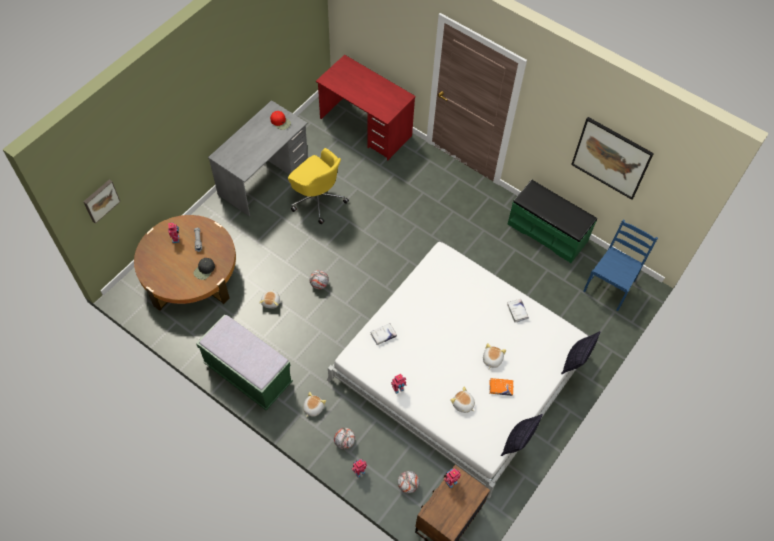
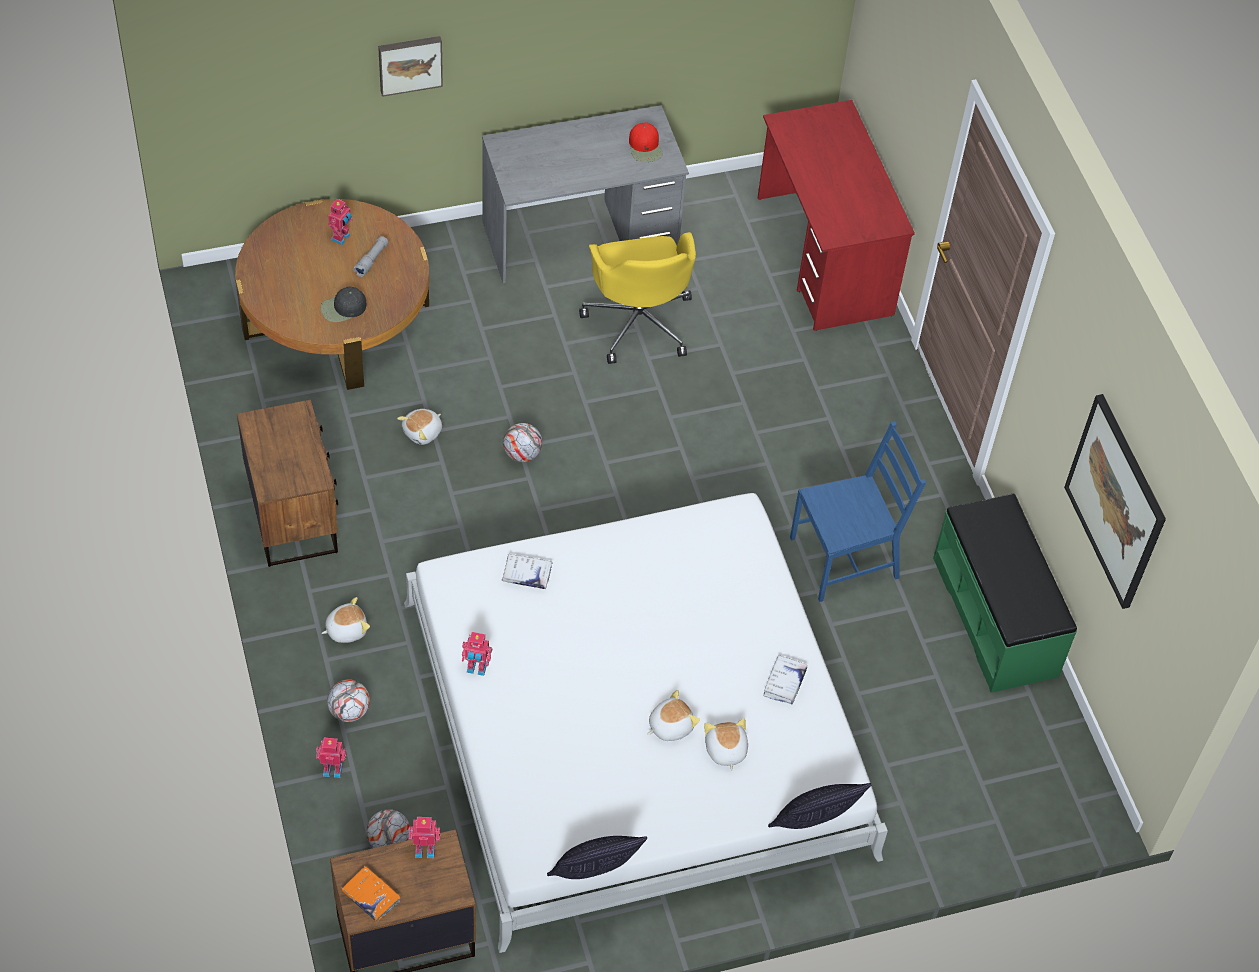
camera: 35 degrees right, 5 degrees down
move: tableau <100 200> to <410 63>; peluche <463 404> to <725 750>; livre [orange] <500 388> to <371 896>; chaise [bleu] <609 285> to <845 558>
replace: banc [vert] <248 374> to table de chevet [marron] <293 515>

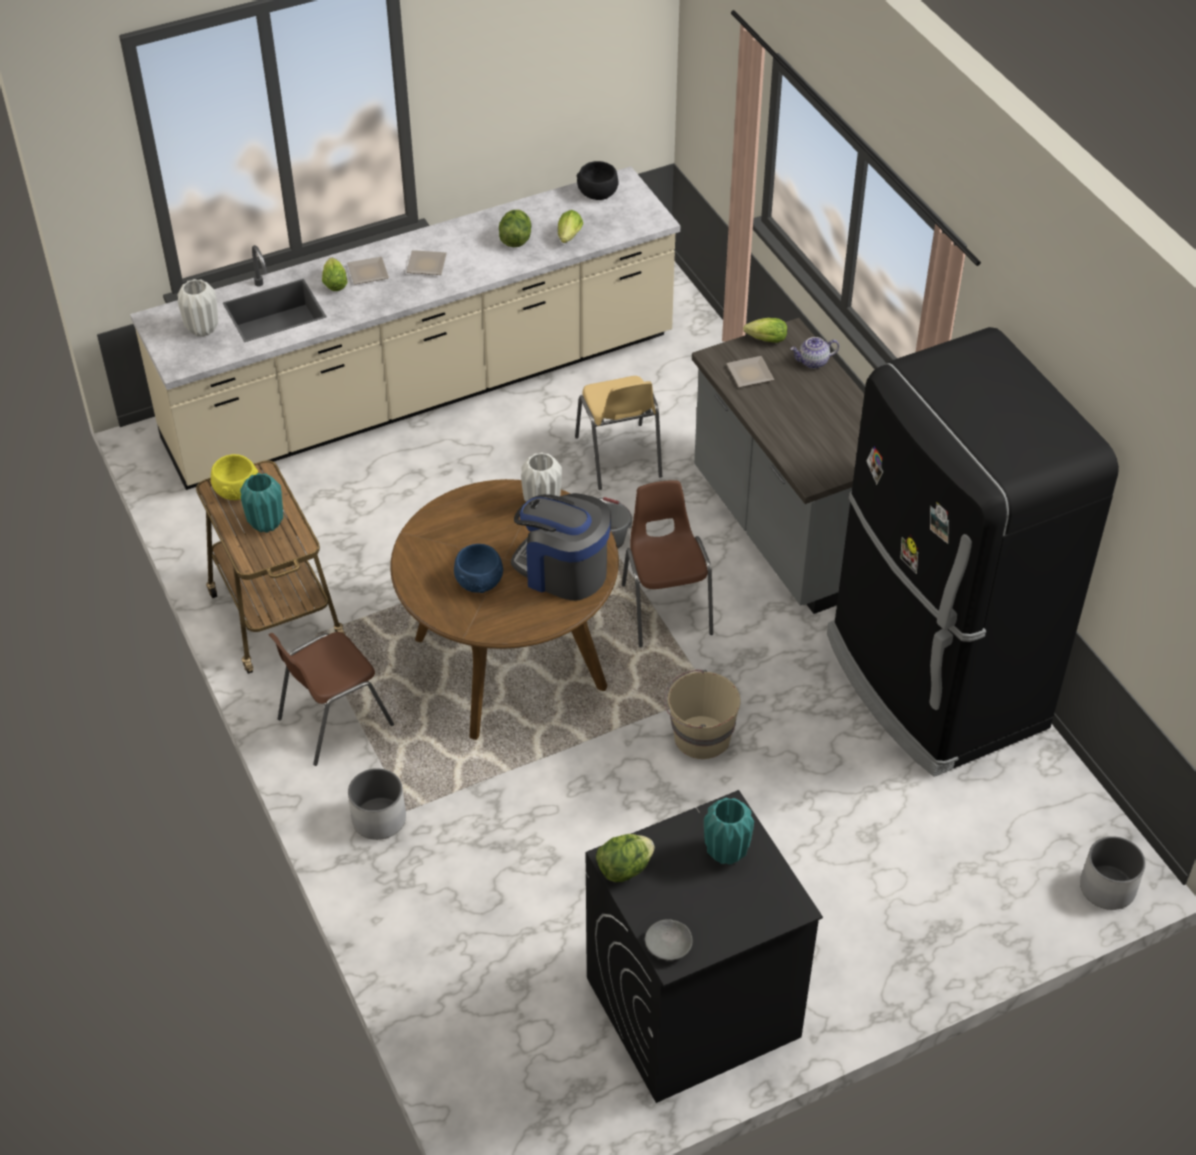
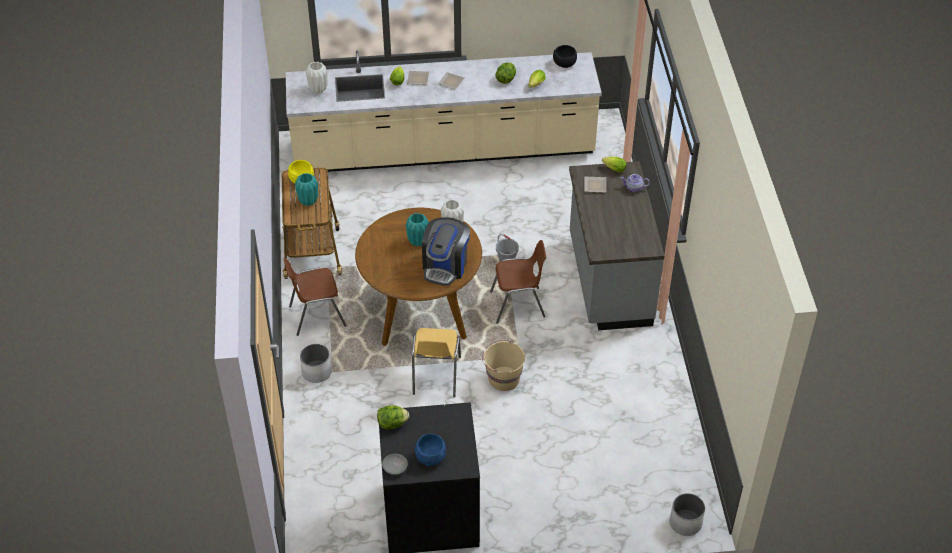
camera: 20 degrees right, 0 degrees up
delete: réfrigérateur [noir] <933 684>
move: bol [bleu] <479 581> to <431 456>; chaise [jaune] <619 457> to <435 376>; vase [turquoise] <727 852> to <418 241>
rotate: machine à café <562 570> = <445 266> 120 degrees counterclockwise; chaise [marron] <666 609> = <518 305> 75 degrees clockwise

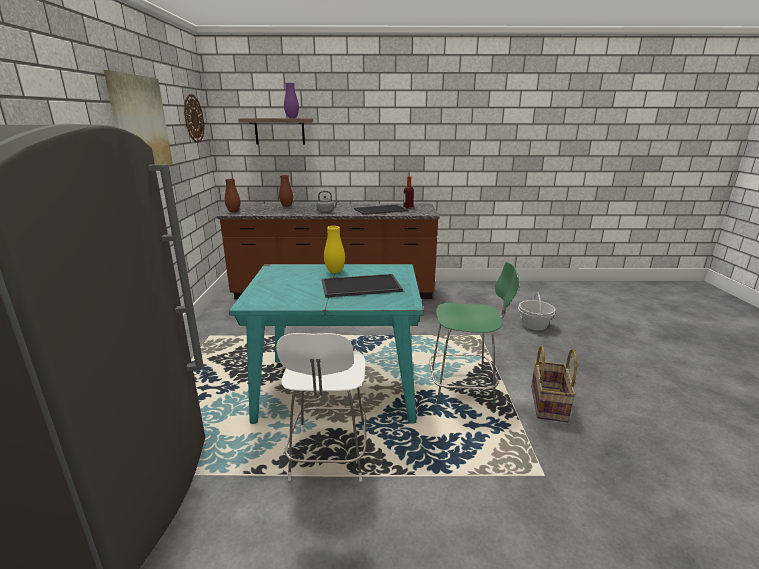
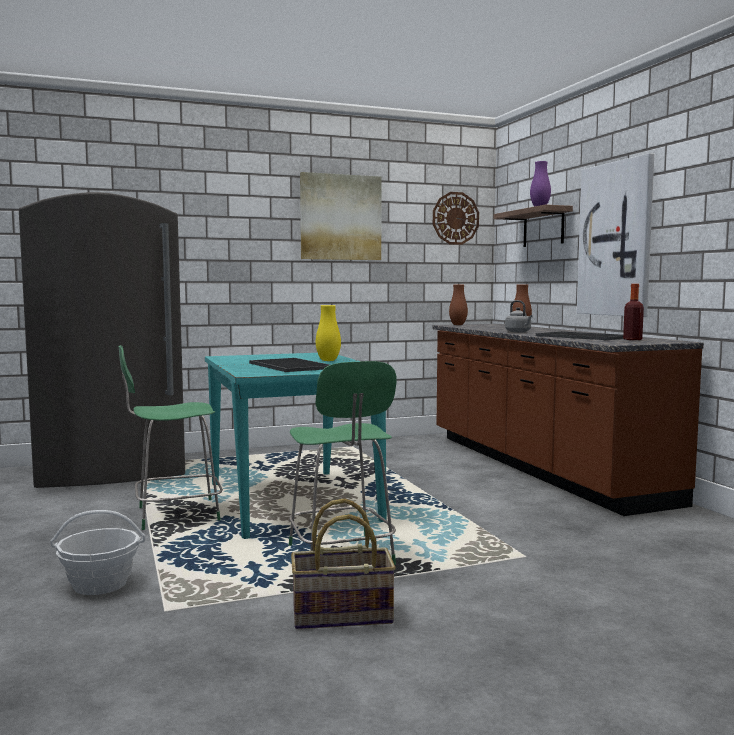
camera: 70 degrees right, 15 degrees down
insert: tableau <616 239>
move: panier <534 325> to <100 584>
recolor: chaise [blanc] <328 456> to chaise [vert] <174 514>

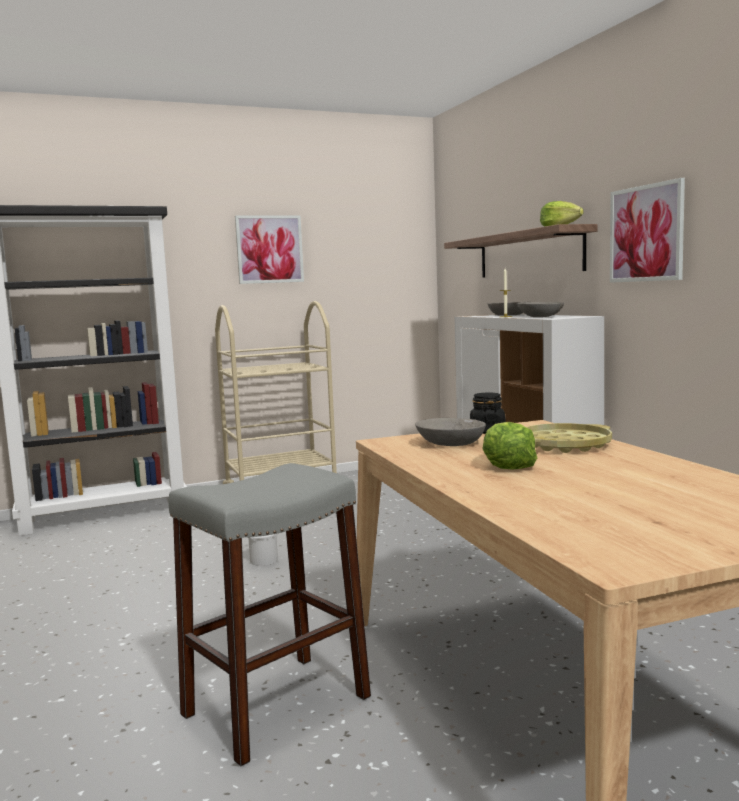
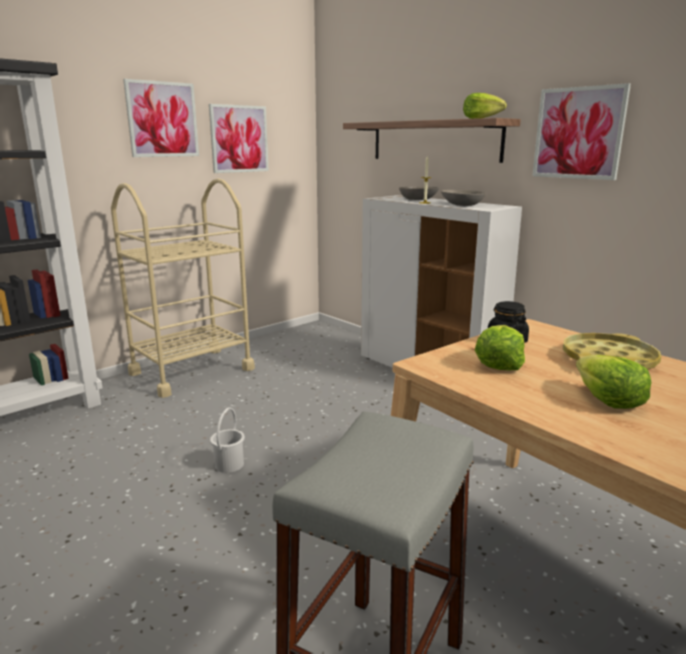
camera: 20 degrees left, 10 degrees up
insert: tableau <239 139>
replace: bol [gris] <450 443> to laitue <498 364>

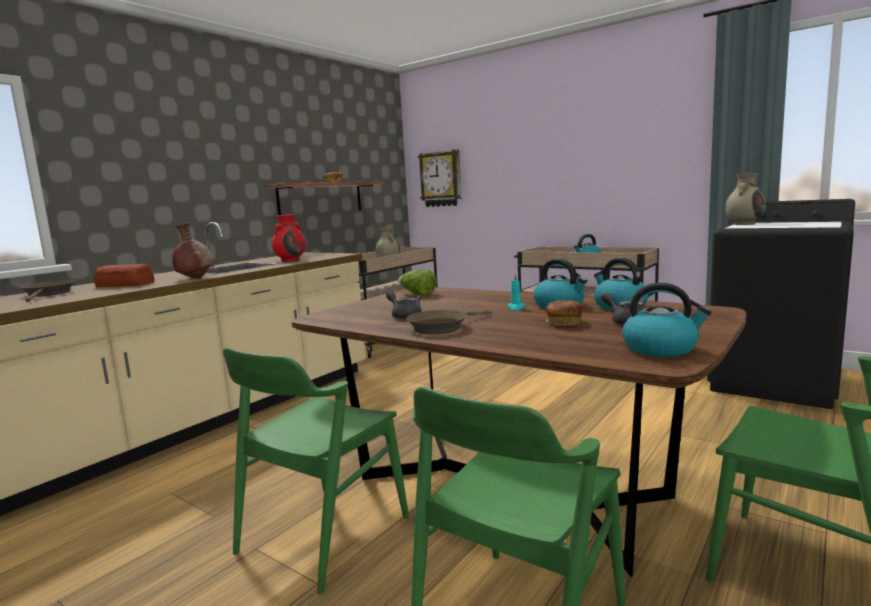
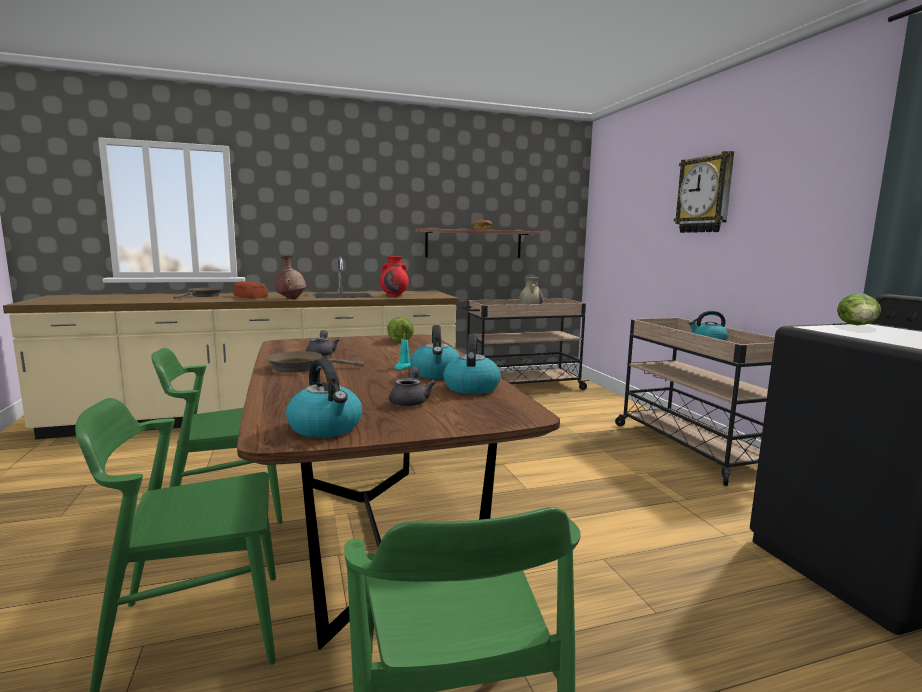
camera: 35 degrees right, 0 degrees up
delete: pain <563 323>
move: horloge murale <441 179> to <705 194>
replace: vase [beige] <744 224> to laitue <858 326>

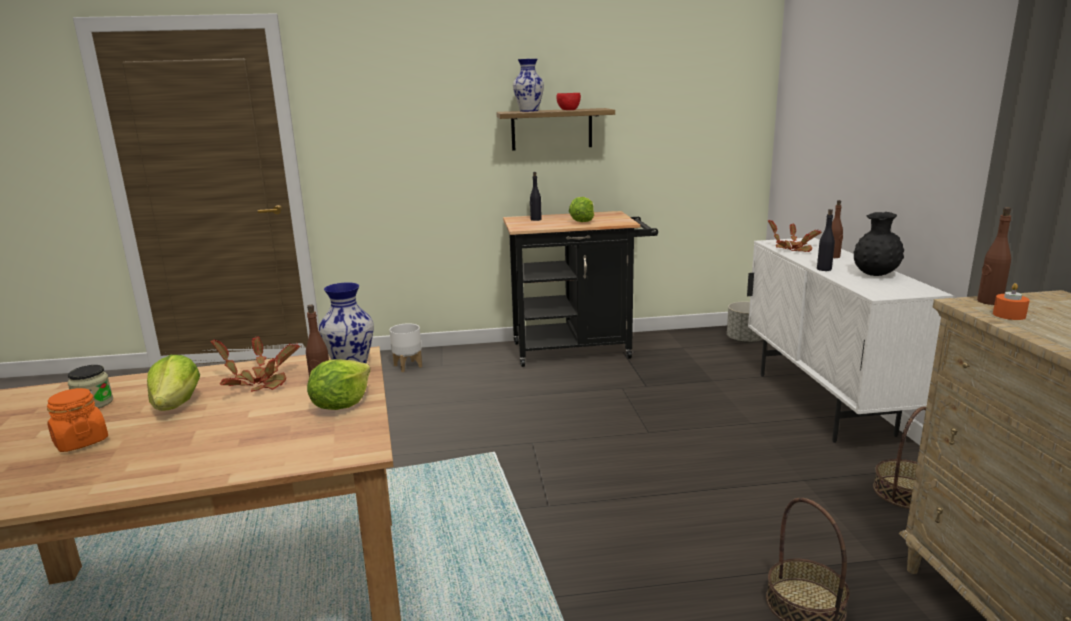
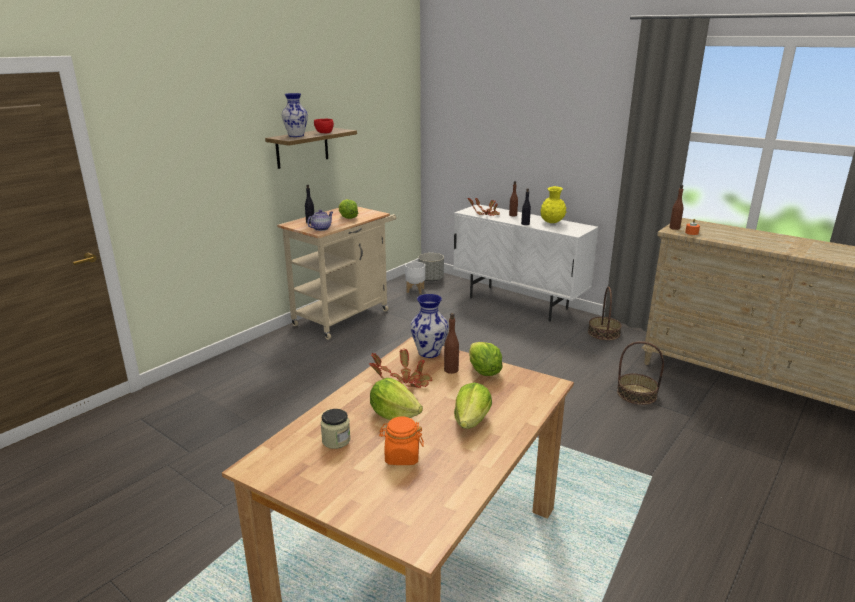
camera: 45 degrees left, 5 degrees up
insert: théière <321 228>; laitue <471 421>
move: cache-pot [blanc] <408 366> to <415 290>
recolor: chariot [noir] <579 349> to chariot [beige] <345 315>; vase [noir] <875 275> to vase [jaune] <552 222>

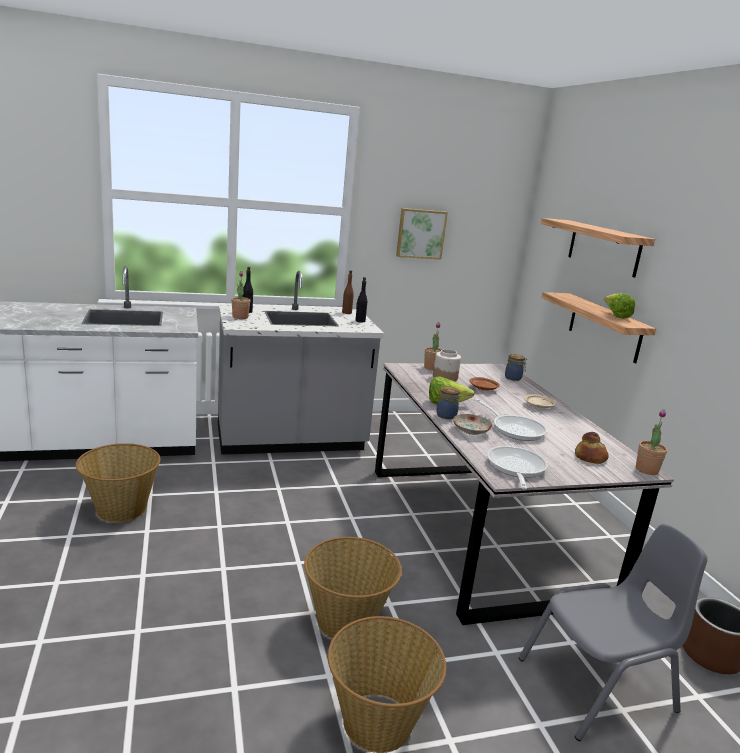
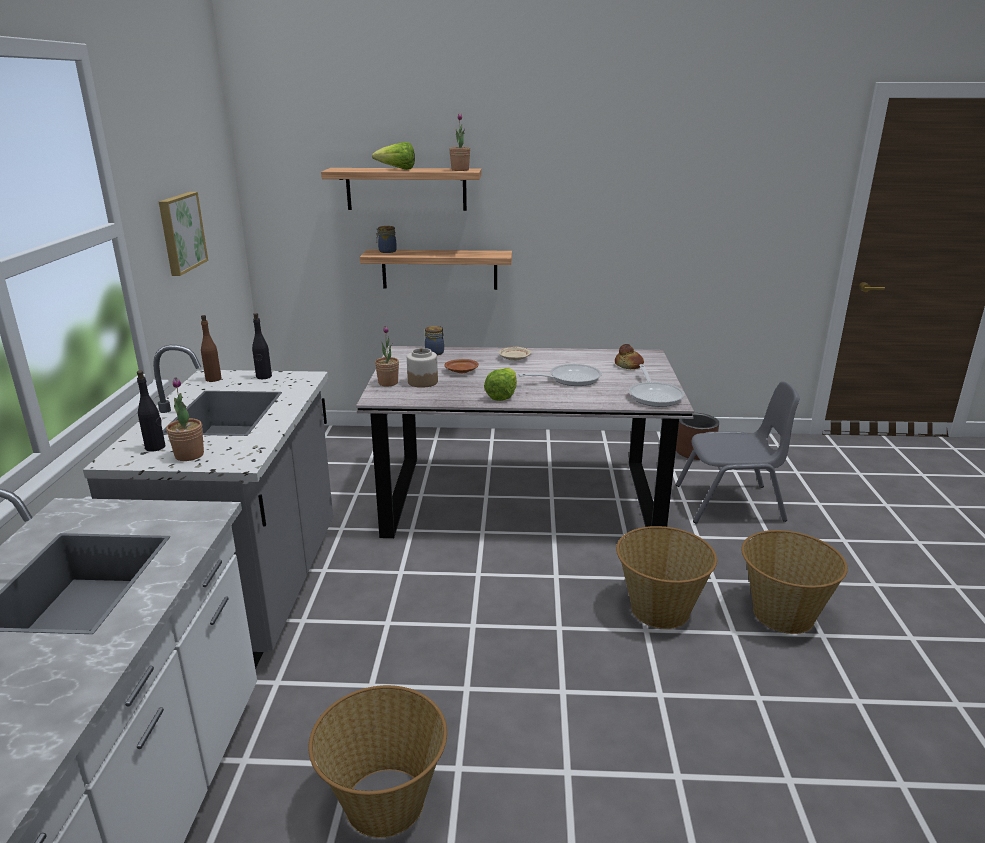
camera: 70 degrees left, 5 degrees up
delete: assiette <470 431>
move: bocal <446 415> to <386 251>; laitue <615 316> to <397 169>; plante en pot <646 470> to <460 170>
rotate: poêle <515 469> = <655 396> 120 degrees counterclockwise; chaise [gris] <598 686> = <730 503> 90 degrees clockwise

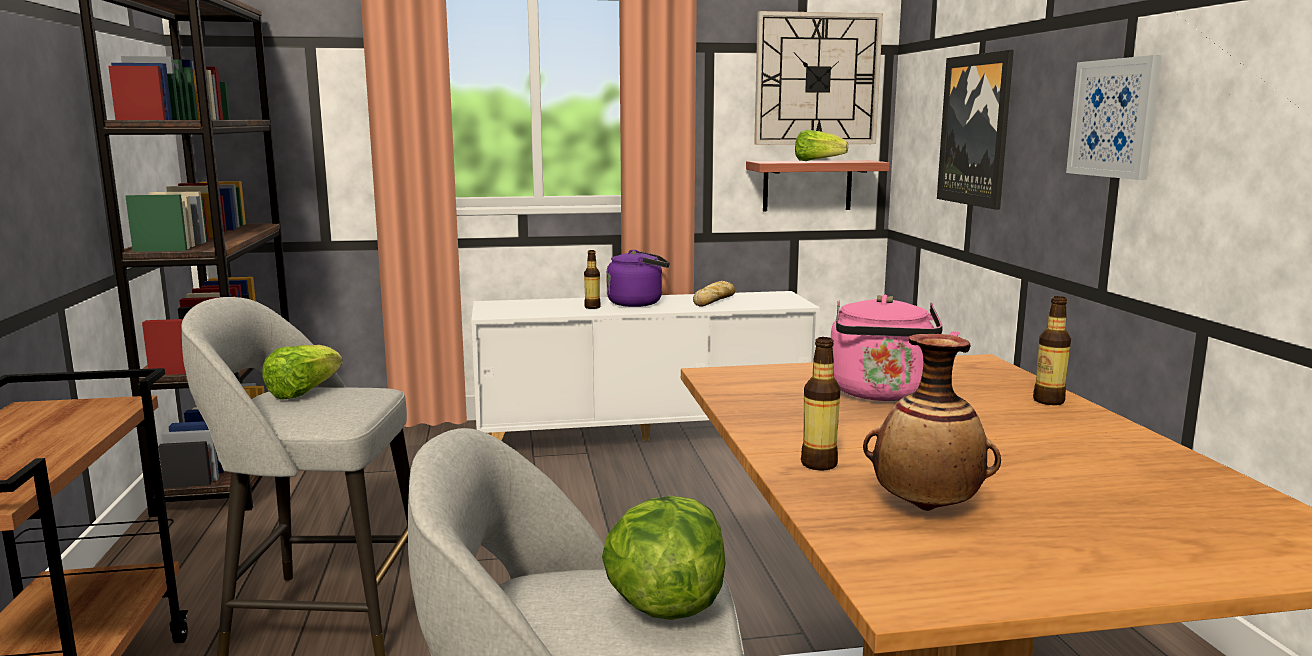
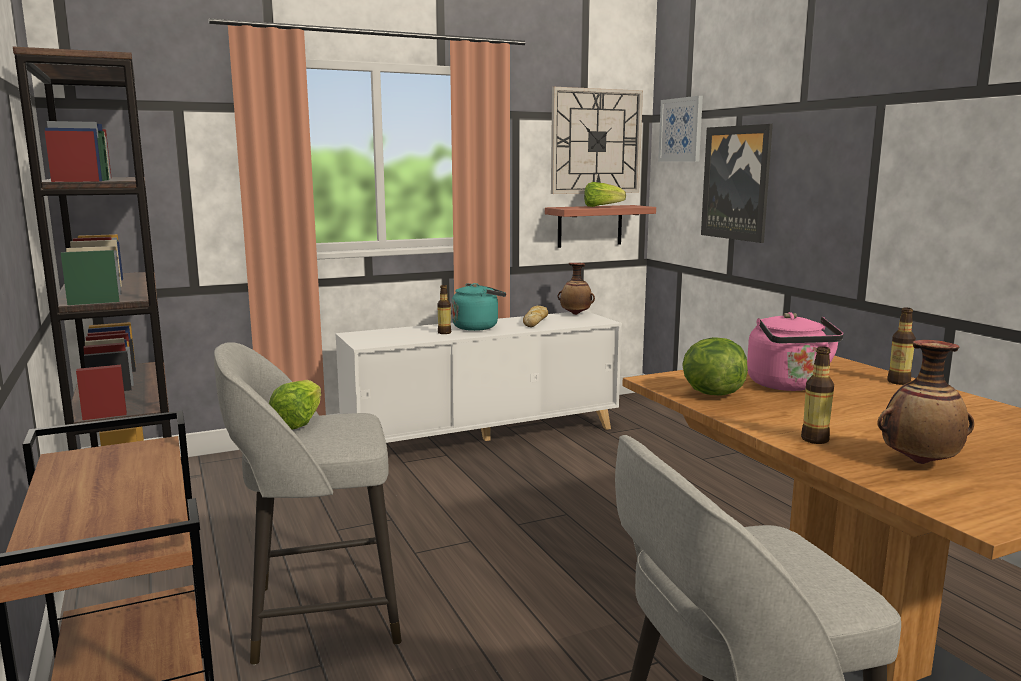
camera: 15 degrees left, 0 degrees up
insert: vase <575 314>
move: laitue <665 605> to <711 393>; tableau <1114 118> to <681 130>
recolor: bouilloire [violet] <638 303> to bouilloire [turquoise] <478 327>

